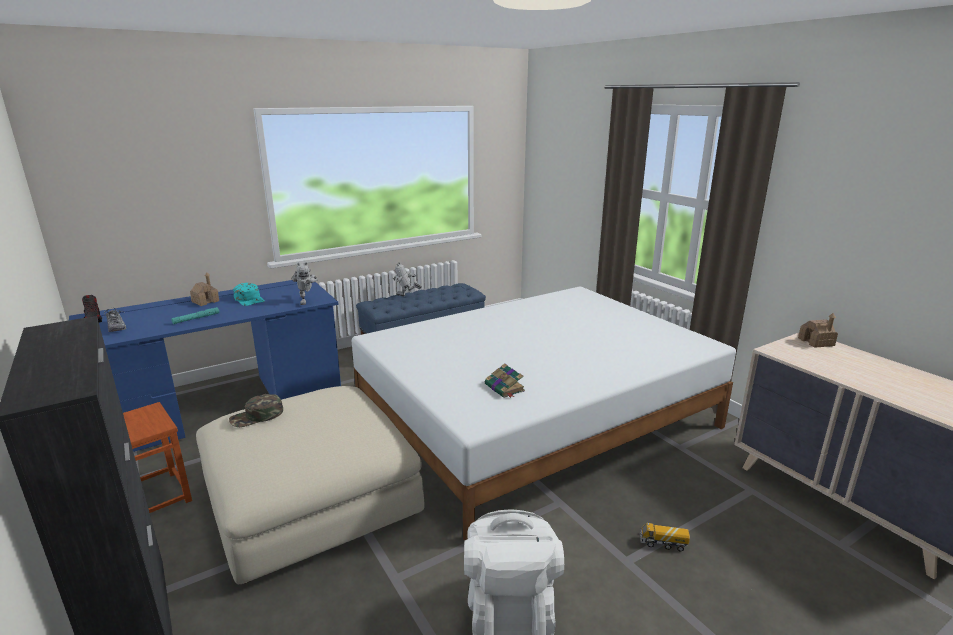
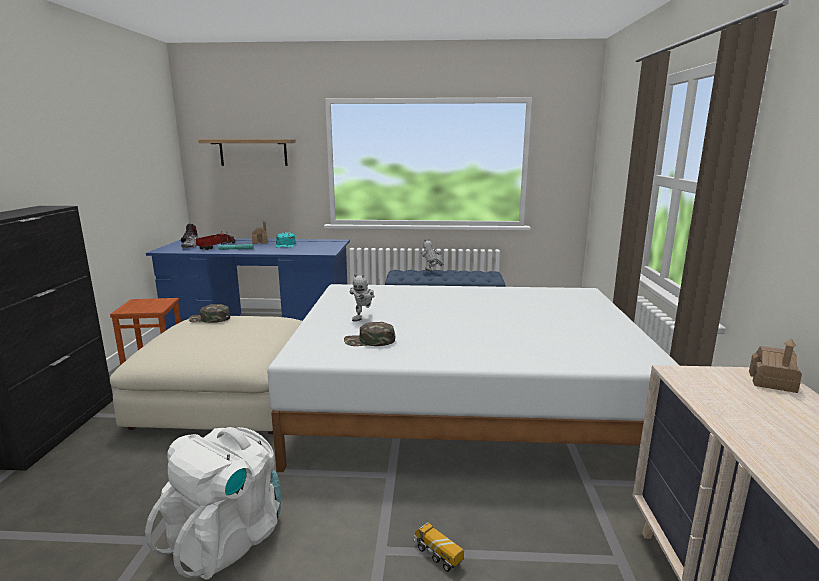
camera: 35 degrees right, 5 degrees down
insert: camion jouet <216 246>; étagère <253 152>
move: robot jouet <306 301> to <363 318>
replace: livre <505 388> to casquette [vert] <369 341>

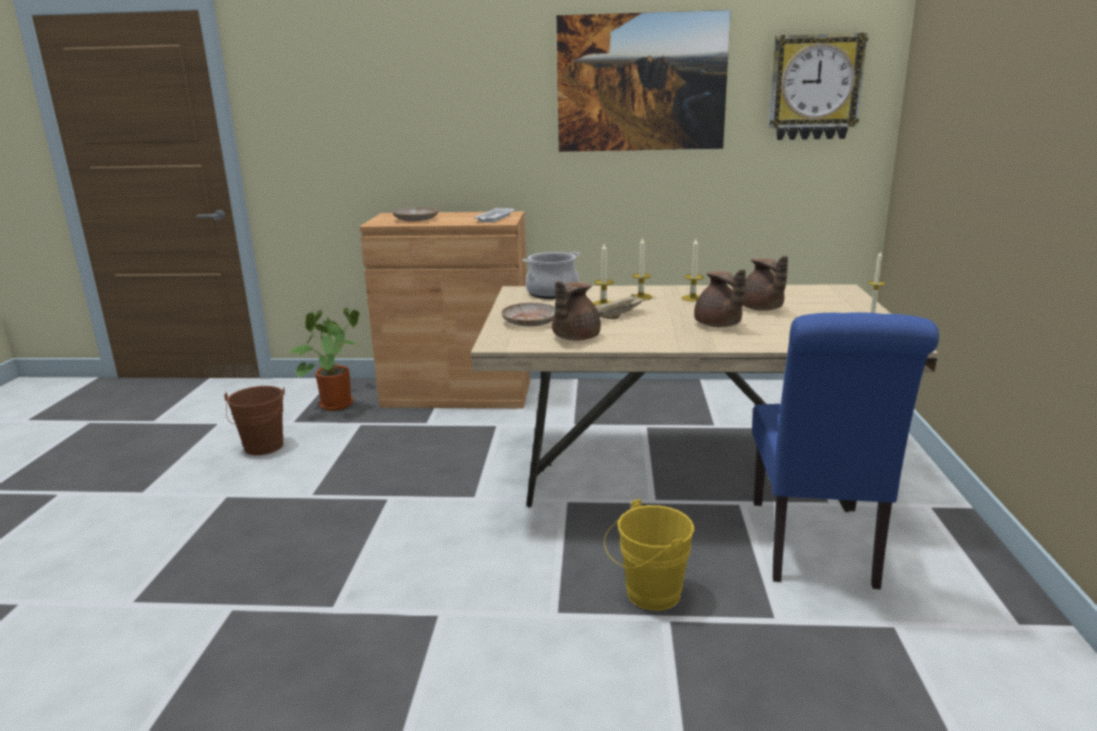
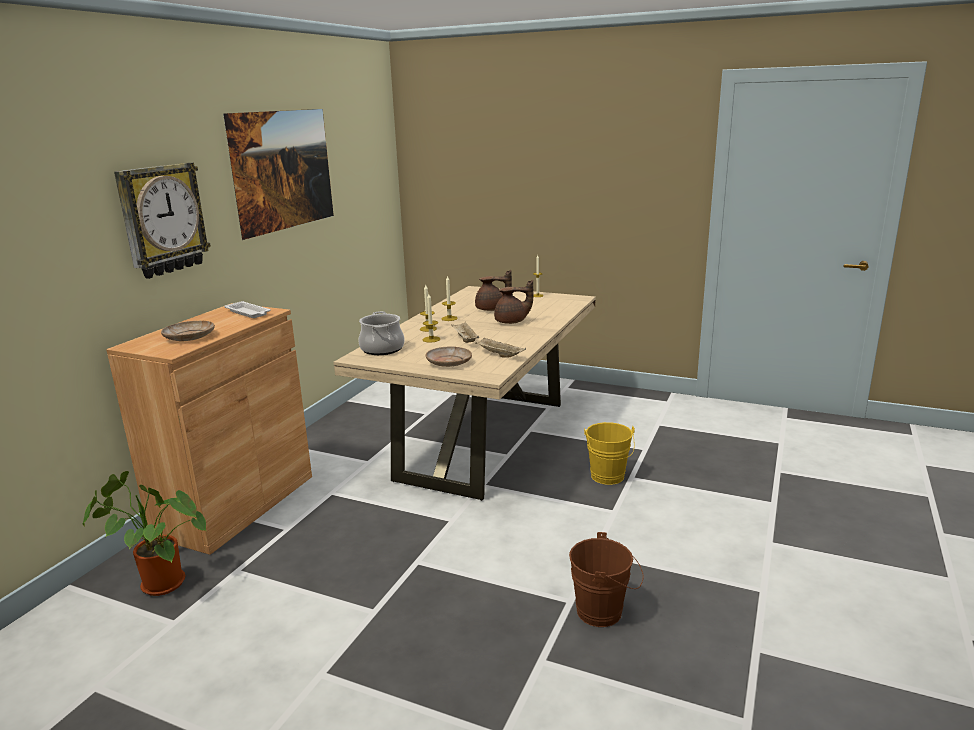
camera: 70 degrees left, 0 degrees up
delete: chaise [bleu] <815 548>
move: seau [marron] <263 448> to <604 612>; horloge murale <814 87> to <162 219>
replace: théière [marron] <574 337> to plateau [beige] <499 355>

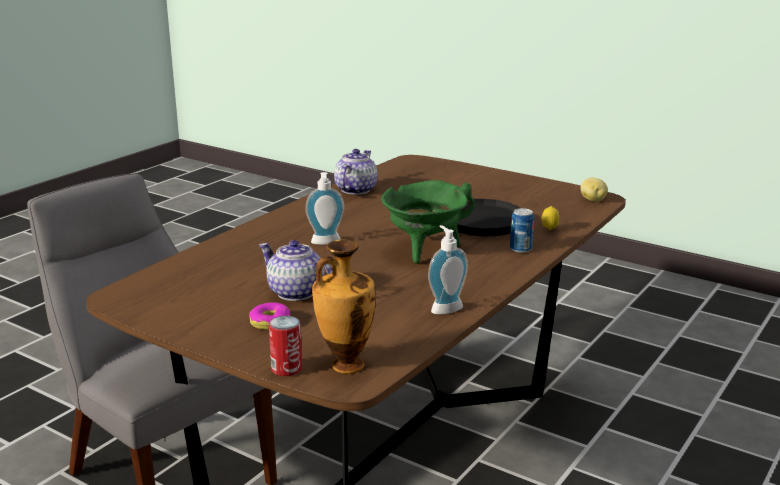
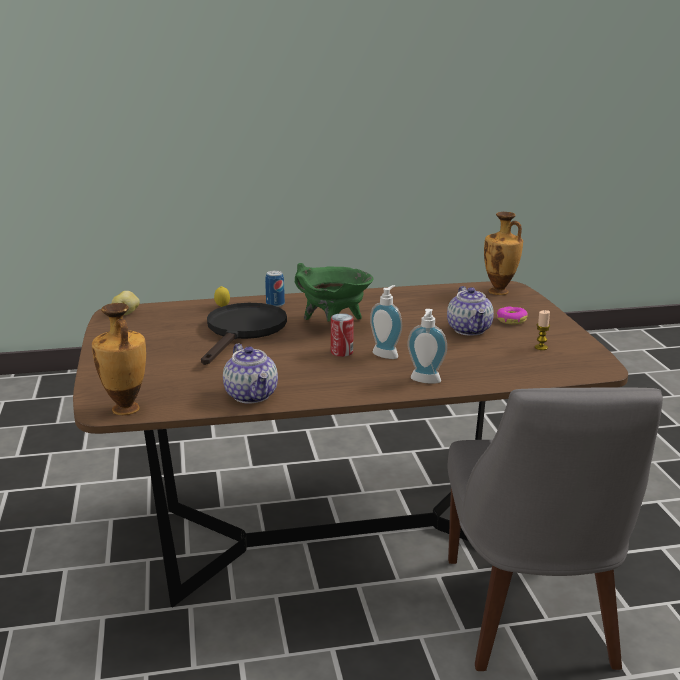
camera: 135 degrees left, 0 degrees up
insert: vase <125 410>; bougie <541 347>
move: boîte métallique <286 369> to <342 352>; distributeur de savon <445 308> to <425 381>
rotate: théière <355 189> = <252 395> 90 degrees counterclockwise

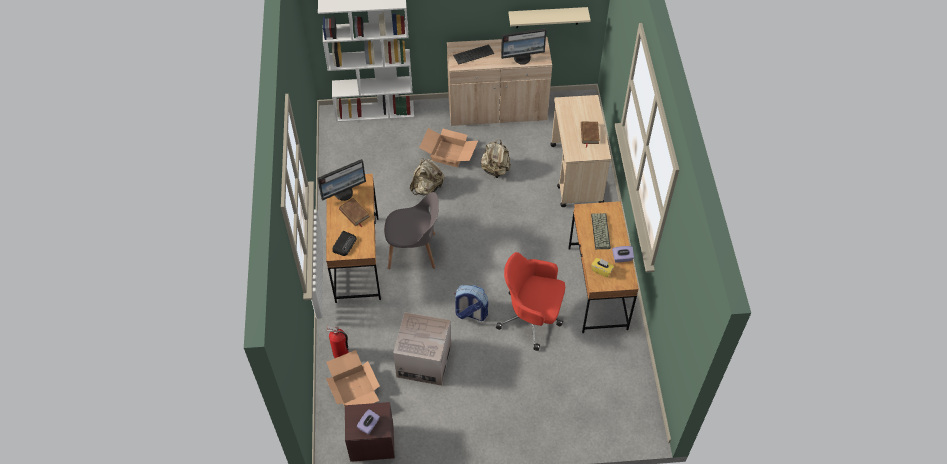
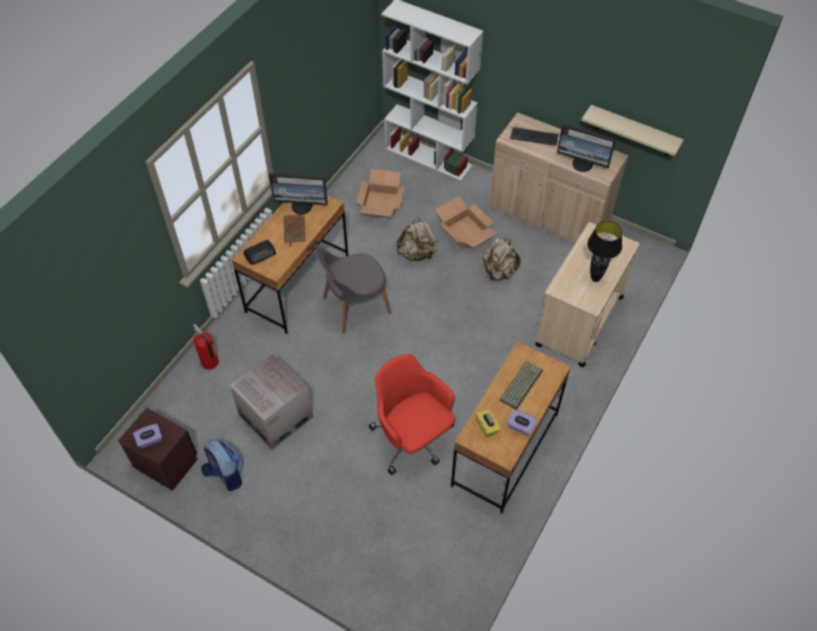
camera: 35 degrees right, 0 degrees up
move: carton <353 389> to <380 203>; sac à dos <470 313> to <225 475>
replace: livre [marron] <589 134> to lampe de table [noir] <595 278>
rotate: chaise [gris] <413 251> = <354 306> 120 degrees clockwise

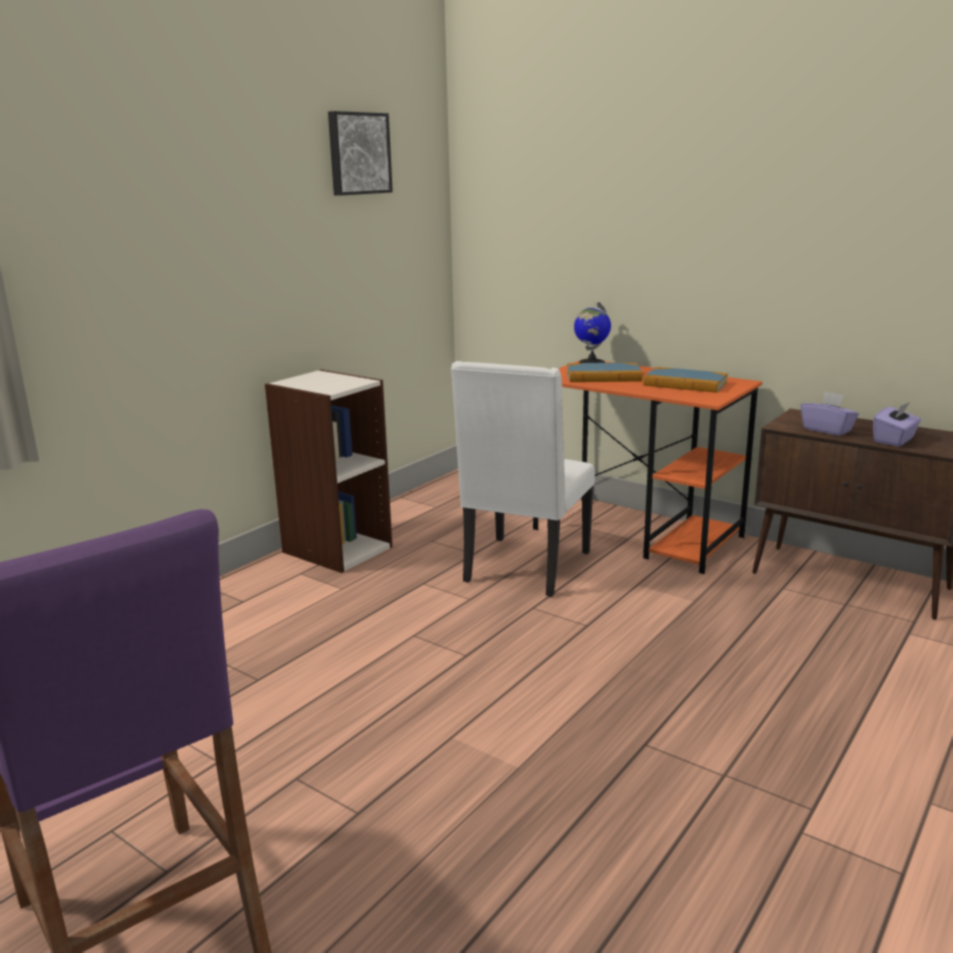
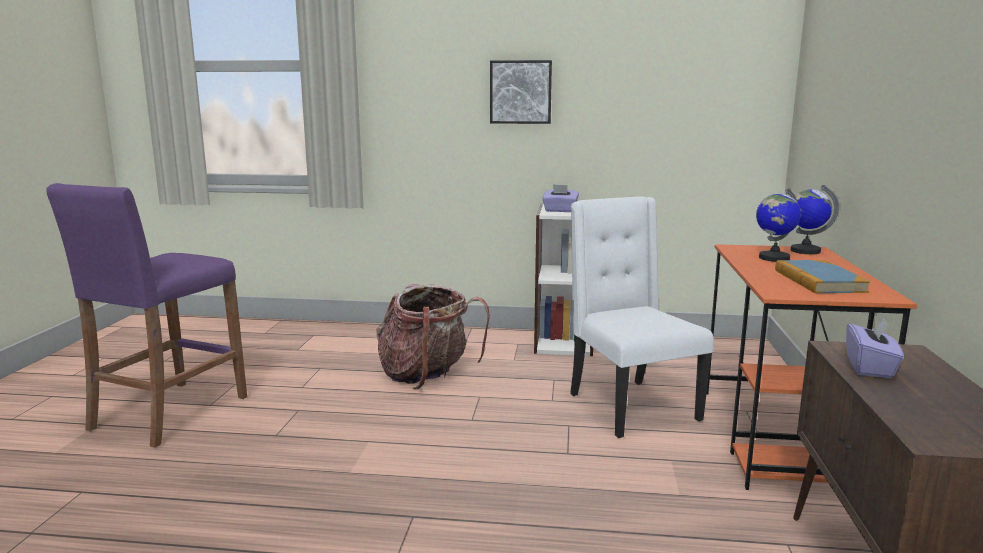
camera: 60 degrees right, 5 degrees down
insert: sac à dos <427 376>
move: tableau <358 153> to <520 92>; boîte à mouchoirs [violet] <894 440> to <560 210>
replace: livre <603 377> to globe <773 258>
rotate: chaise [blanc] <525 568> = <629 406> 75 degrees clockwise

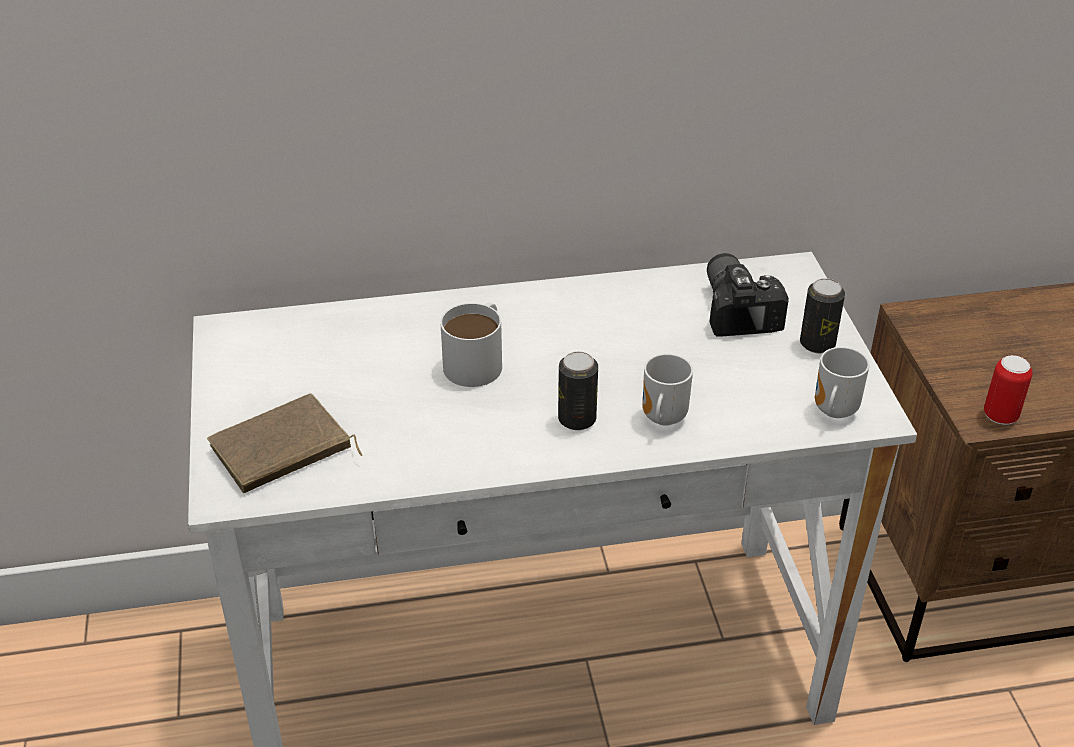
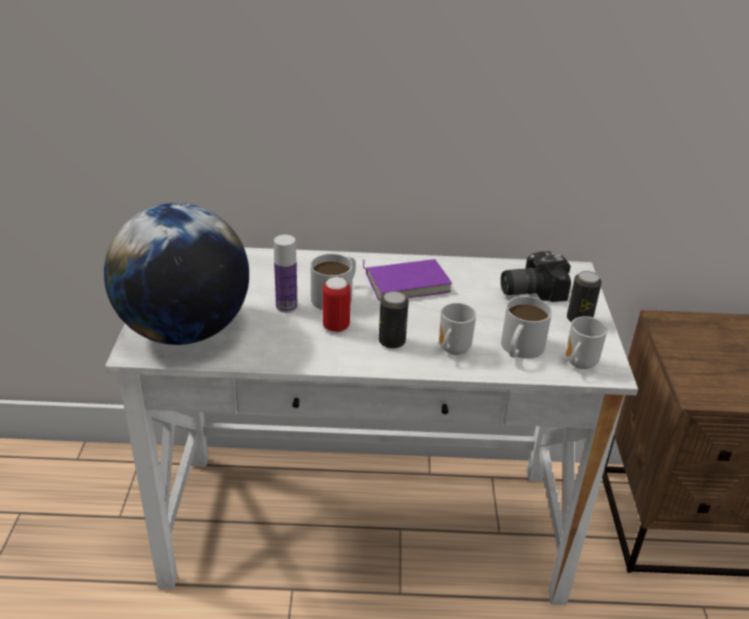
camera: 10 degrees right, 5 degrees down
insert: bouteille <286 306>; livre [violet] <407 282>; mug [blanc] <519 349>
move: boîte métallique <1000 416> to <336 326>
replace: livre [marron] <282 451> to globe <184 331>
rotate: appareil photo <740 308> = <529 290> 105 degrees counterclockwise

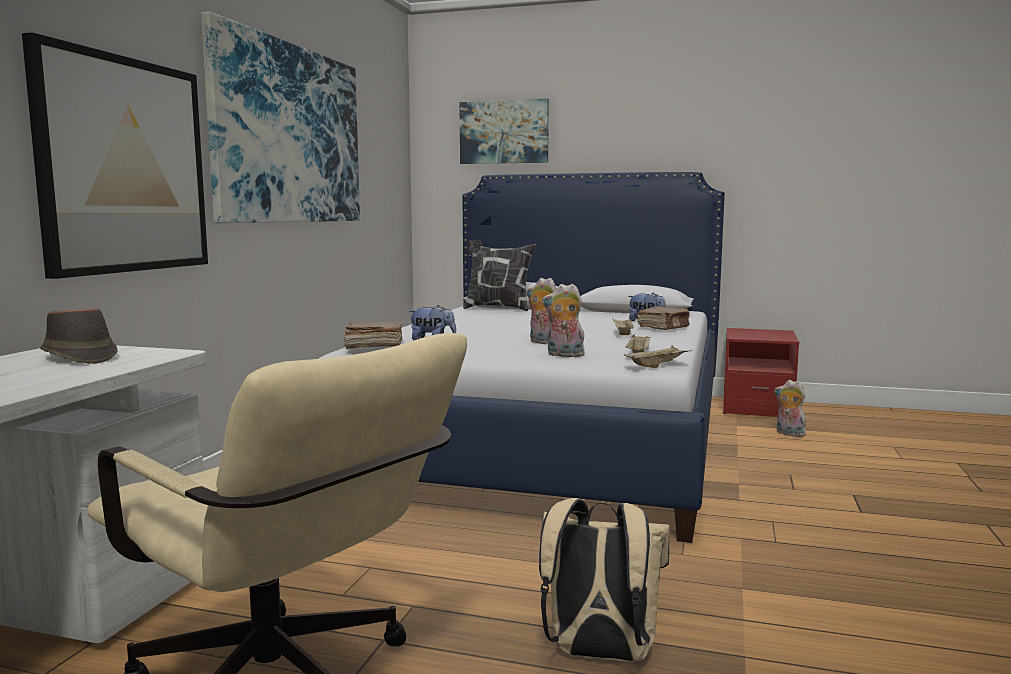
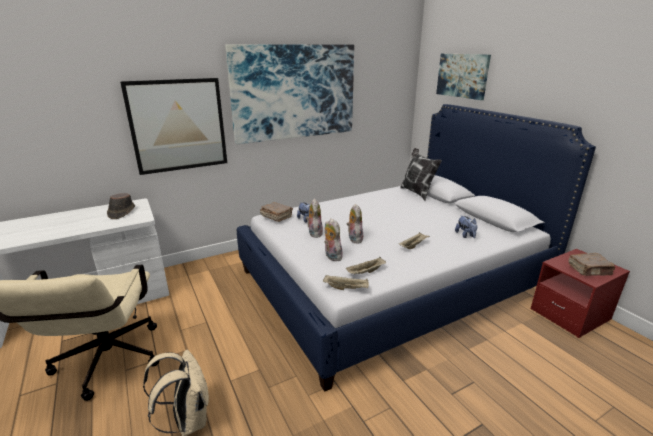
camera: 45 degrees right, 15 degrees up
move: livre [marron] <664 328> to <589 270>; peluche <788 434> to <314 233>

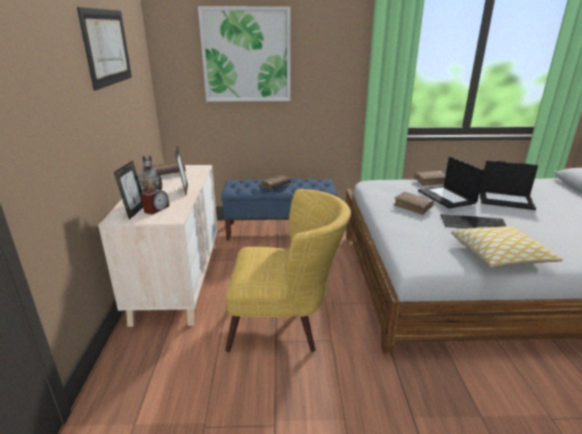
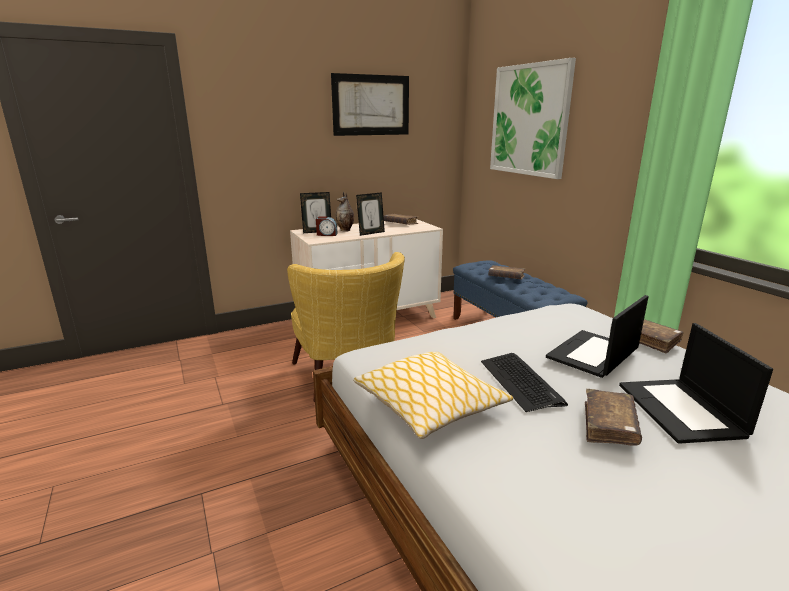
camera: 65 degrees right, 5 degrees down
move: livre [marron] <413 207> to <609 425>

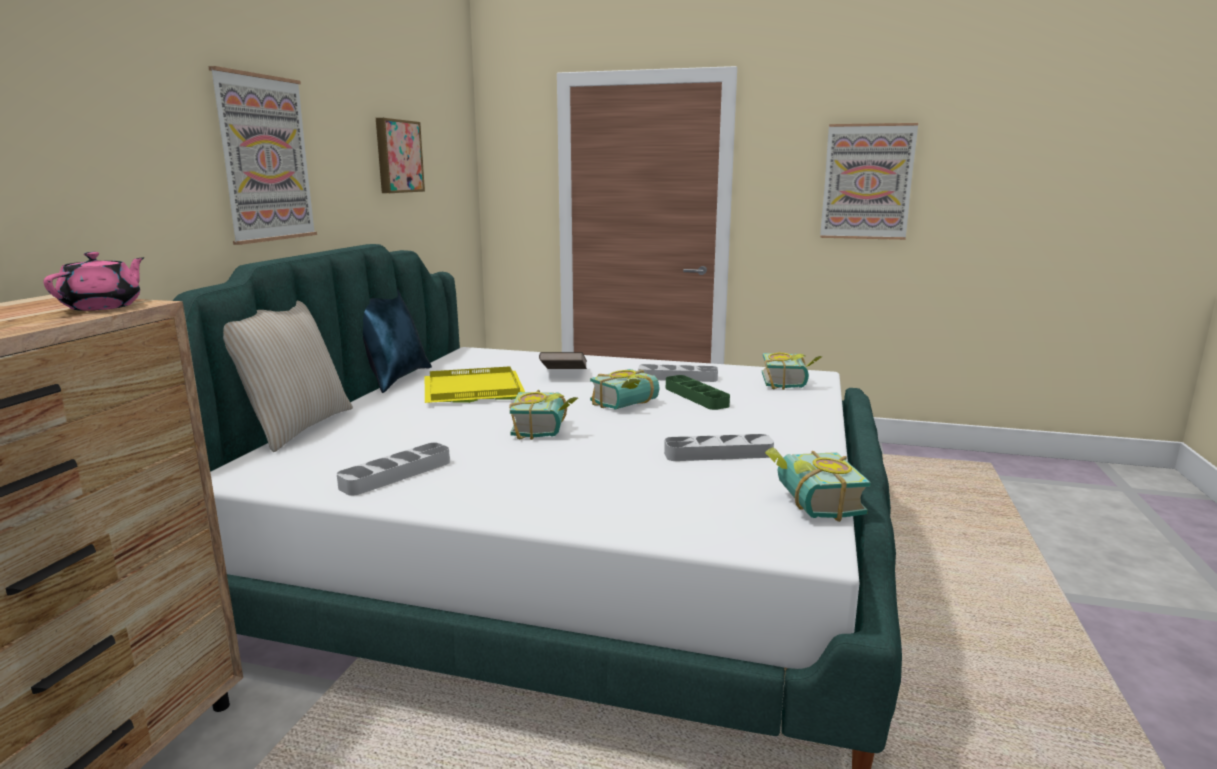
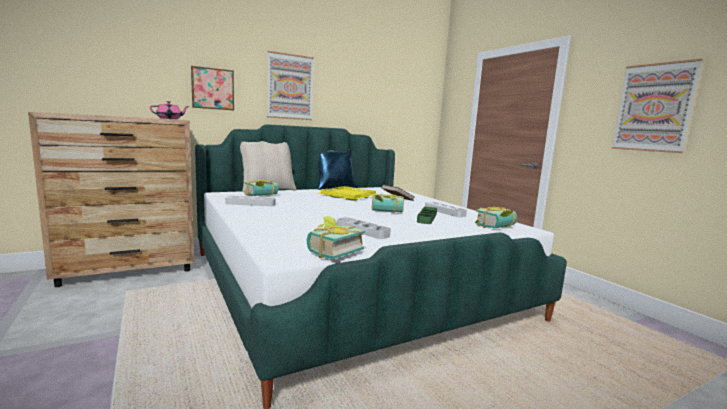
camera: 45 degrees right, 5 degrees down
move: tableau <397 156> to <212 89>; livre <546 429> to <262 196>

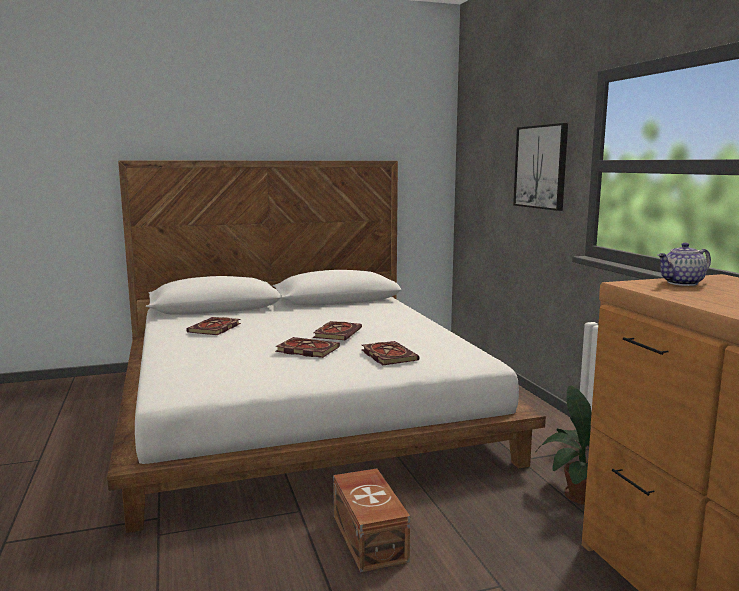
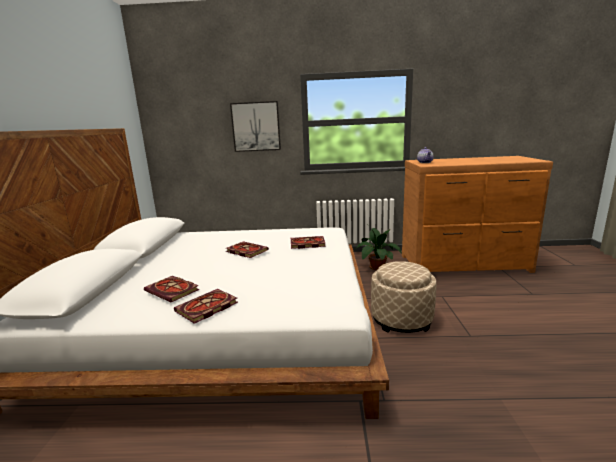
camera: 70 degrees left, 5 degrees up
move: livre <305 350> to <206 308>
replace: boîte de rangement [marron] <370 537> to pouf [beige] <401 319>

